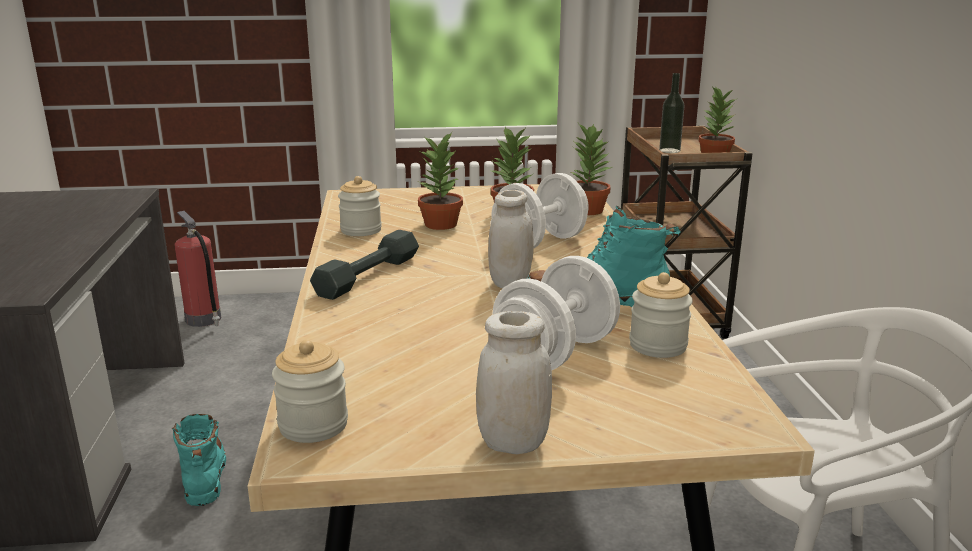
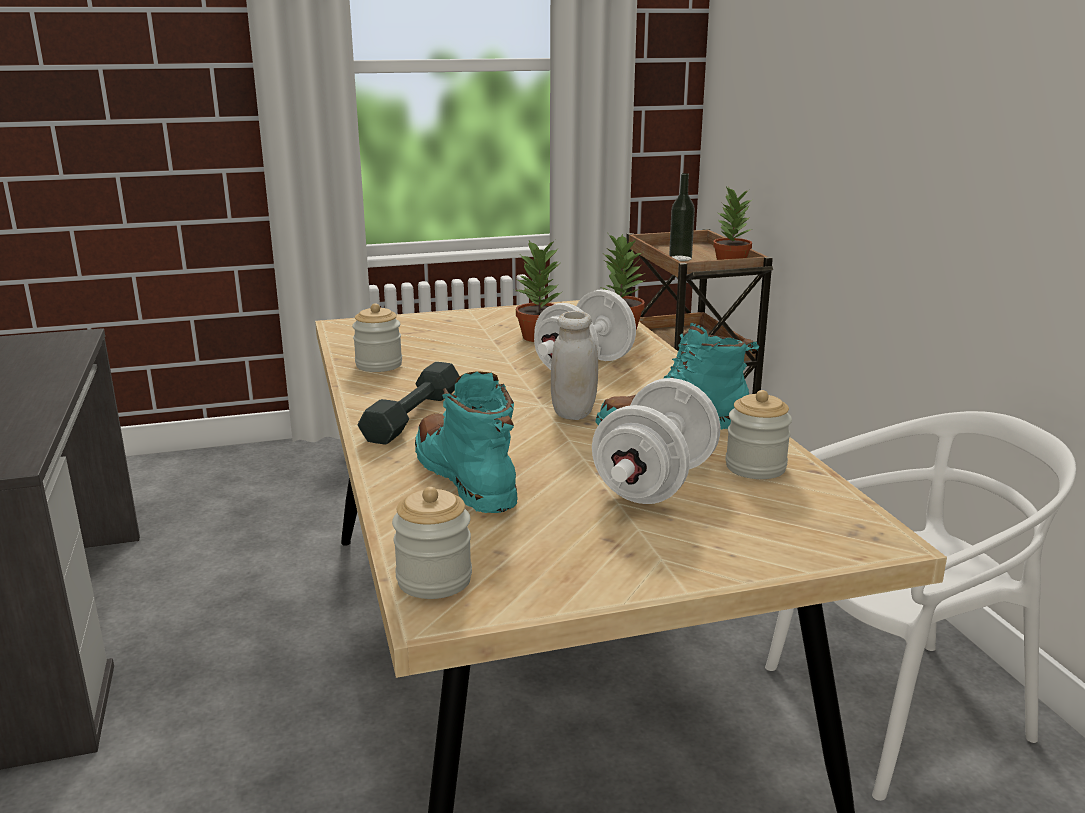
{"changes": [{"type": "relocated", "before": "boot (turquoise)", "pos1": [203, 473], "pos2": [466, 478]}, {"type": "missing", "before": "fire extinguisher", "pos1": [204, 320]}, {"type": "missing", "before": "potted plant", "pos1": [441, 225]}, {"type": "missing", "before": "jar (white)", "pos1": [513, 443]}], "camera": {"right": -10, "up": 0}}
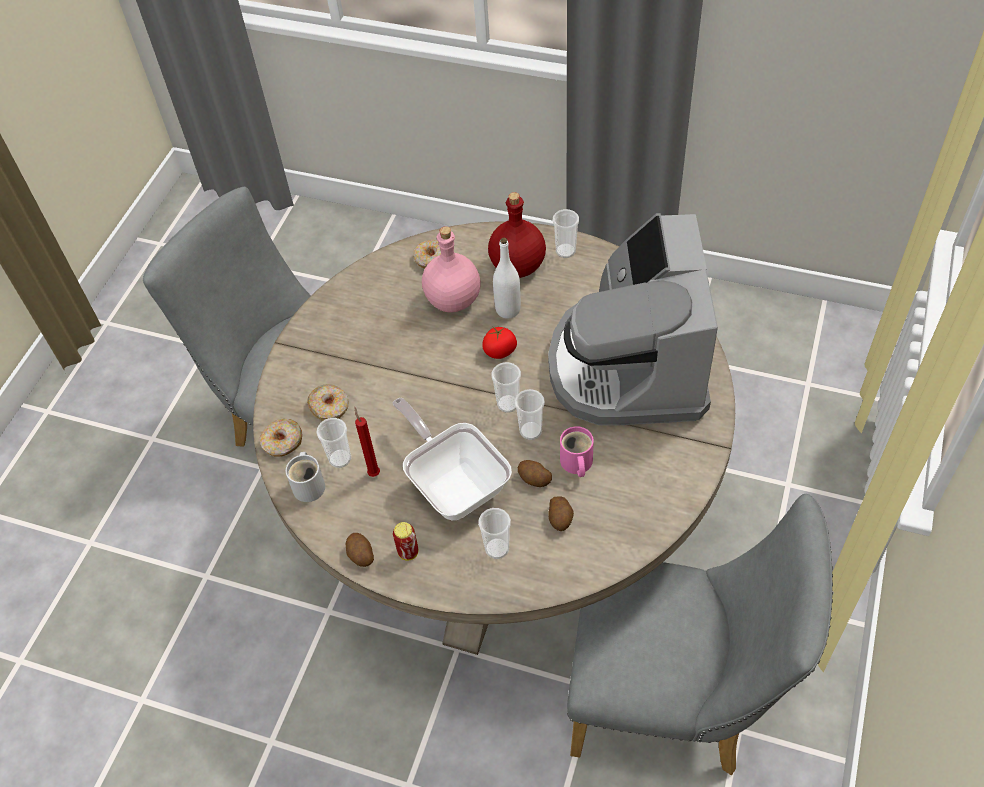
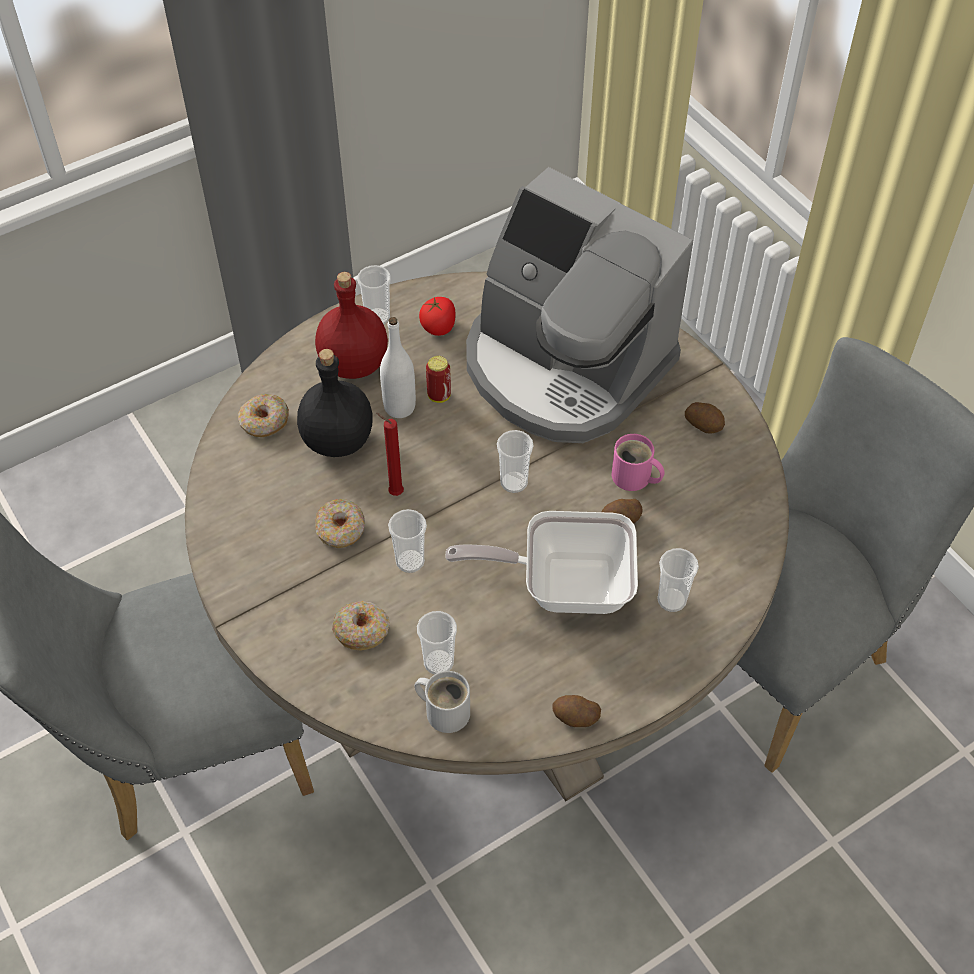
{"changes": [{"type": "relocated", "before": "donut", "pos1": [283, 442], "pos2": [341, 529]}, {"type": "relocated", "before": "candle (red)", "pos1": [373, 472], "pos2": [393, 492]}, {"type": "relocated", "before": "can", "pos1": [408, 552], "pos2": [439, 396]}, {"type": "colour", "before": "bottle (pink)", "after": "bottle (black)", "pos1": [454, 300], "pos2": [338, 439]}, {"type": "relocated", "before": "tomato", "pos1": [500, 351], "pos2": [438, 327]}, {"type": "relocated", "before": "cup", "pos1": [530, 431], "pos2": [410, 561]}, {"type": "relocated", "before": "potato", "pos1": [560, 518], "pos2": [704, 424]}], "camera": {"right": -55, "up": 0}}
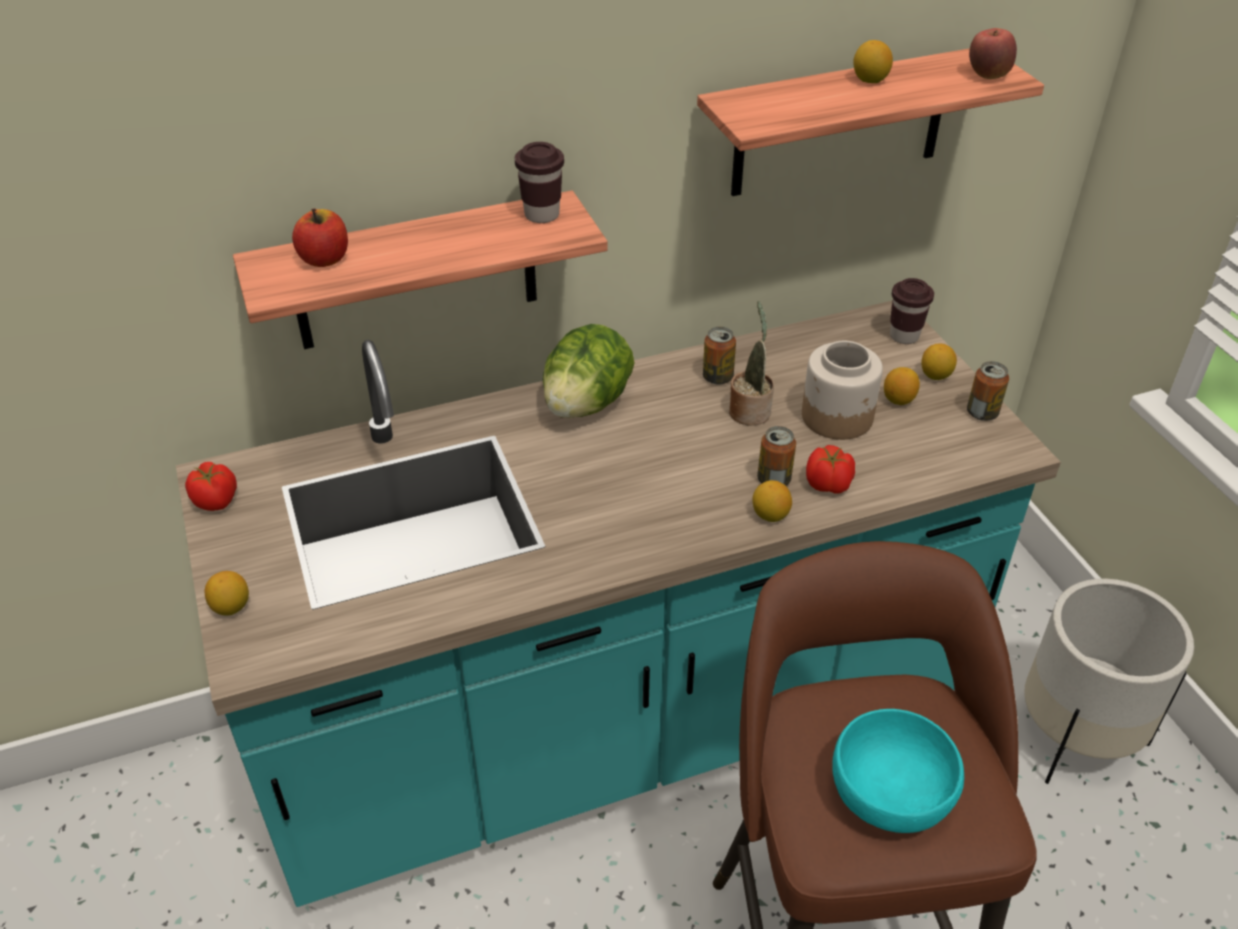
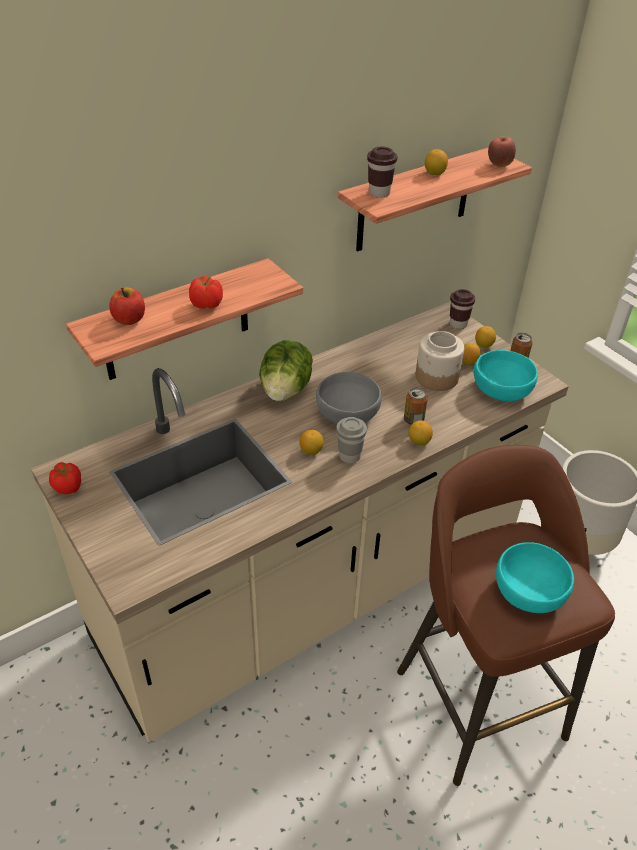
{"changes": [{"type": "colour", "before": "counter (turquoise)", "after": "counter (beige)", "pos1": [618, 724], "pos2": [313, 588]}, {"type": "relocated", "before": "lemon", "pos1": [231, 607], "pos2": [311, 451]}, {"type": "relocated", "before": "cup (brown)", "pos1": [542, 215], "pos2": [379, 193]}, {"type": "missing", "before": "can", "pos1": [717, 377]}, {"type": "missing", "before": "potted plant", "pos1": [750, 410]}, {"type": "relocated", "before": "tomato", "pos1": [828, 485], "pos2": [207, 305]}, {"type": "appeared", "after": "bowl (grey)", "pos2": [348, 414]}, {"type": "appeared", "after": "cup (grey)", "pos2": [349, 456]}, {"type": "appeared", "after": "bowl (turquoise)", "pos2": [502, 390]}], "camera": {"right": -15, "up": 0}}
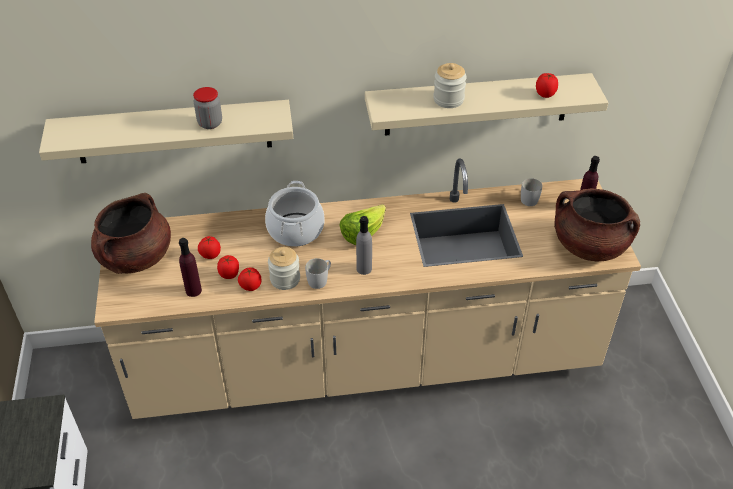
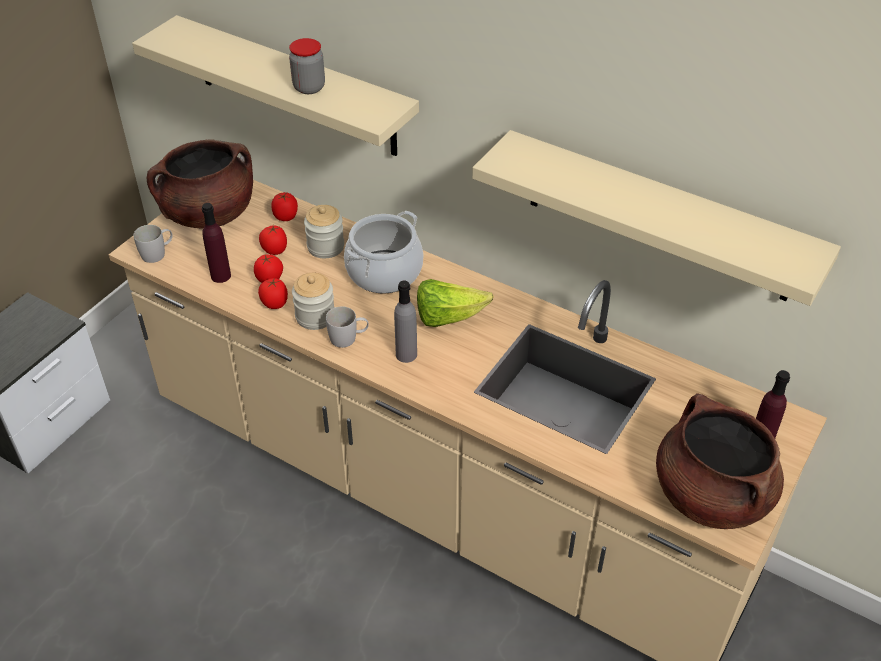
{"changes": [{"type": "relocated", "before": "jar", "pos1": [448, 99], "pos2": [325, 247]}, {"type": "relocated", "before": "mug (white)", "pos1": [529, 198], "pos2": [158, 253]}, {"type": "relocated", "before": "tomato", "pos1": [545, 94], "pos2": [286, 217]}], "camera": {"right": 40, "up": 0}}
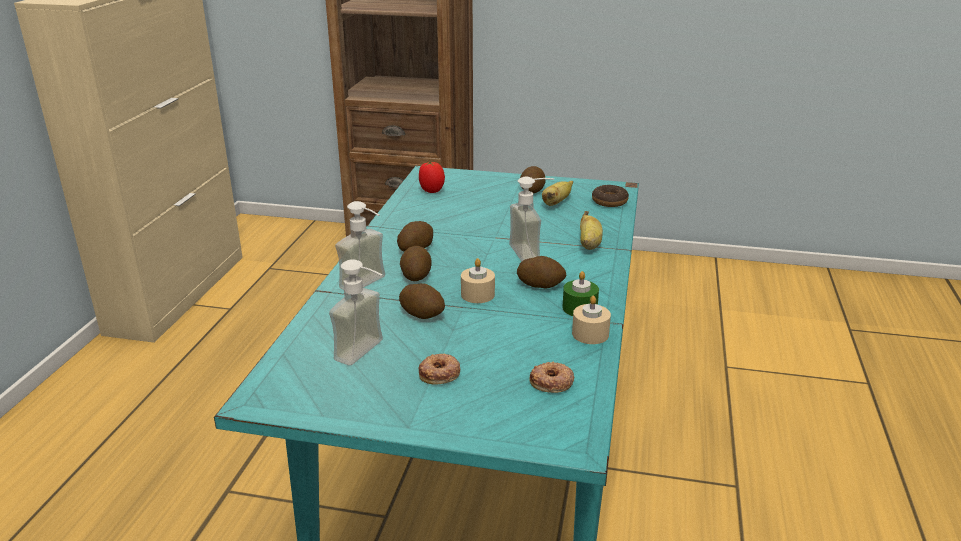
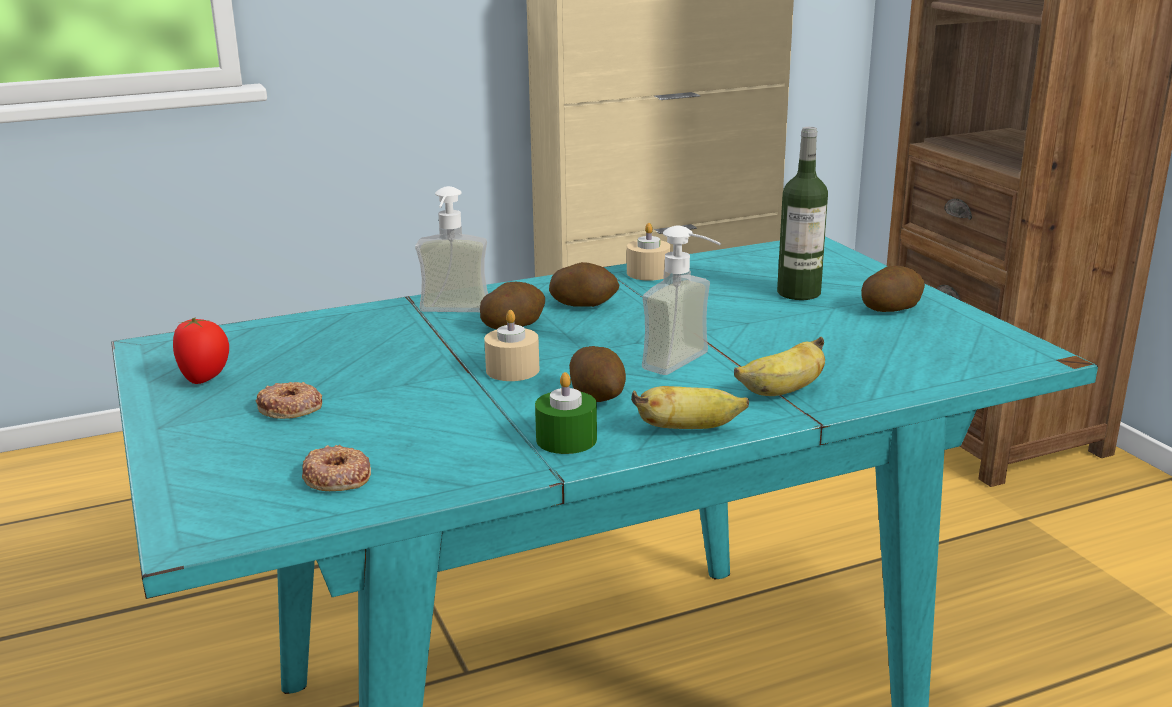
{"changes": [{"type": "missing", "before": "soap dispenser", "pos1": [368, 353]}, {"type": "missing", "before": "potato", "pos1": [422, 314]}, {"type": "relocated", "before": "tomato", "pos1": [431, 191], "pos2": [205, 379]}, {"type": "relocated", "before": "banana", "pos1": [556, 203], "pos2": [689, 429]}, {"type": "relocated", "before": "candle (beige)", "pos1": [590, 334], "pos2": [648, 273]}, {"type": "missing", "before": "donut", "pos1": [609, 201]}, {"type": "appeared", "after": "bottle", "pos2": [798, 293]}], "camera": {"right": 55, "up": -5}}
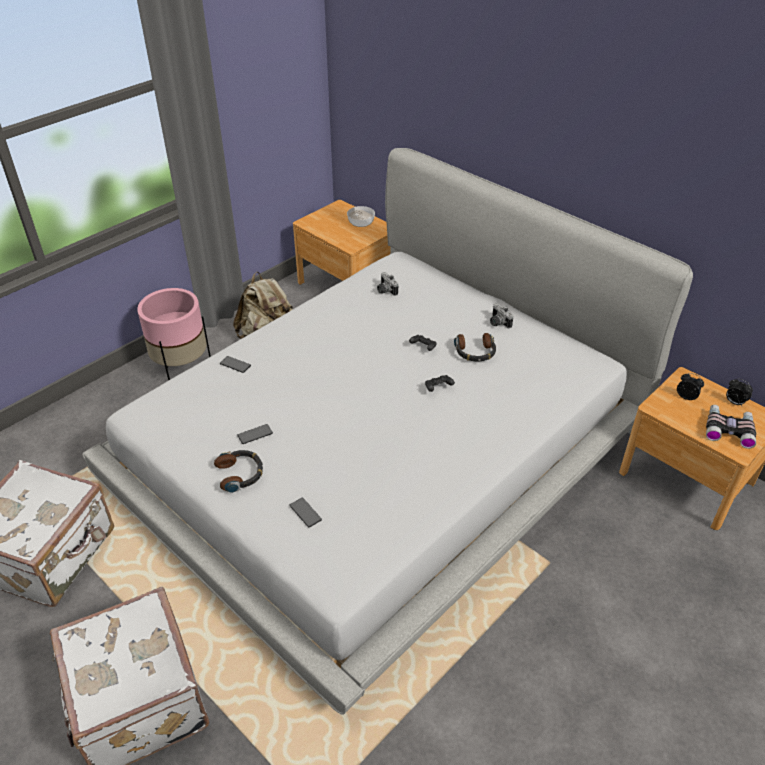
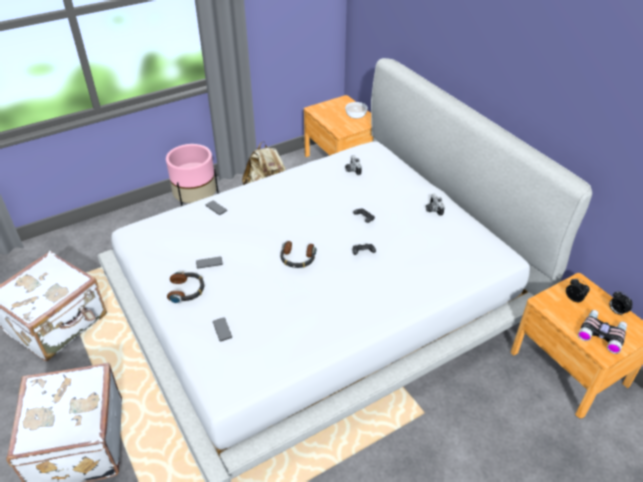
{"changes": [{"type": "relocated", "before": "headphones", "pos1": [475, 352], "pos2": [297, 259]}], "camera": {"right": 15, "up": 0}}
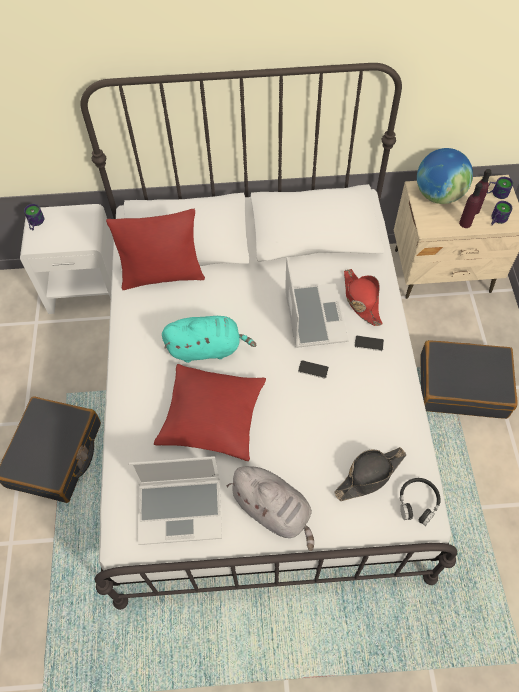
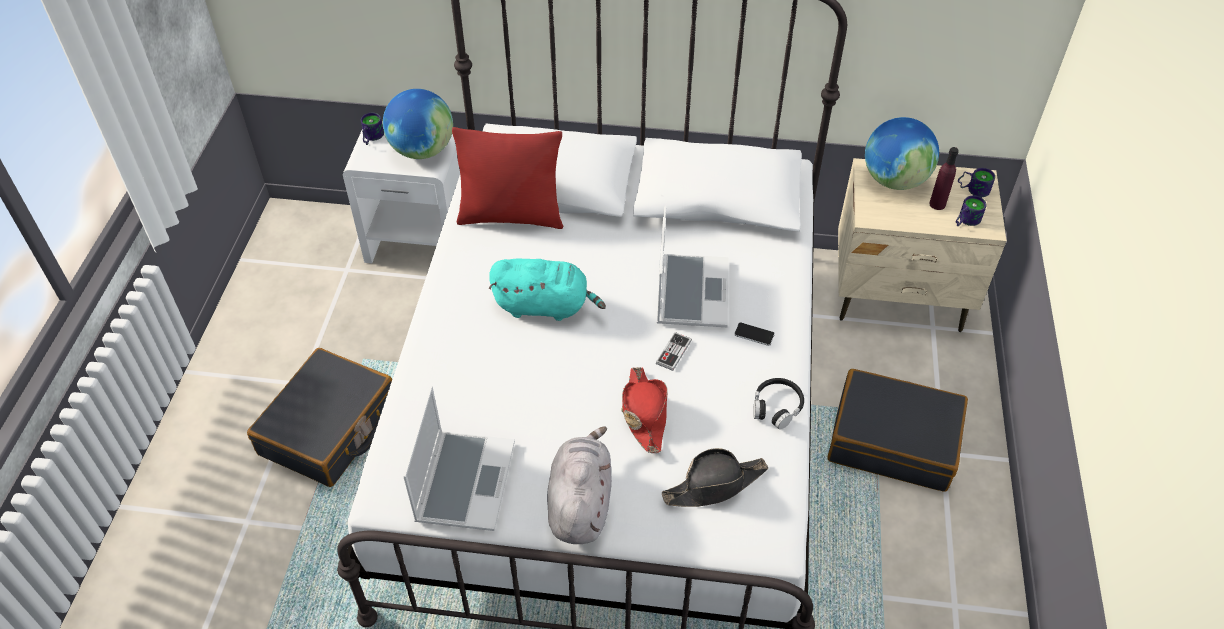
{"changes": [{"type": "spun", "before": "laptop", "pos1": [181, 509], "pos2": [464, 480], "turn": -90}, {"type": "missing", "before": "pillow (red)", "pos1": [212, 416]}, {"type": "spun", "before": "plush toy (grey)", "pos1": [274, 510], "pos2": [580, 502], "turn": -135}, {"type": "exchanged", "before": "phone", "after": "game controller", "pos1": [313, 369], "pos2": [673, 352]}, {"type": "relocated", "before": "hat (red)", "pos1": [361, 300], "pos2": [644, 413]}, {"type": "relocated", "before": "headphones (black)", "pos1": [417, 503], "pos2": [776, 407]}, {"type": "missing", "before": "bottle (purple)", "pos1": [465, 223]}, {"type": "appeared", "after": "globe", "pos2": [422, 150]}], "camera": {"right": 10, "up": -10}}
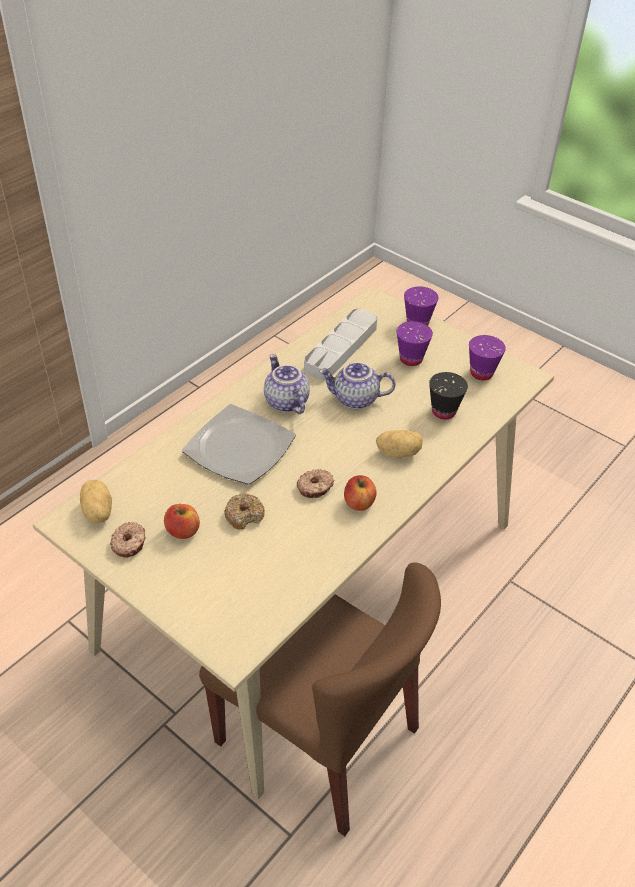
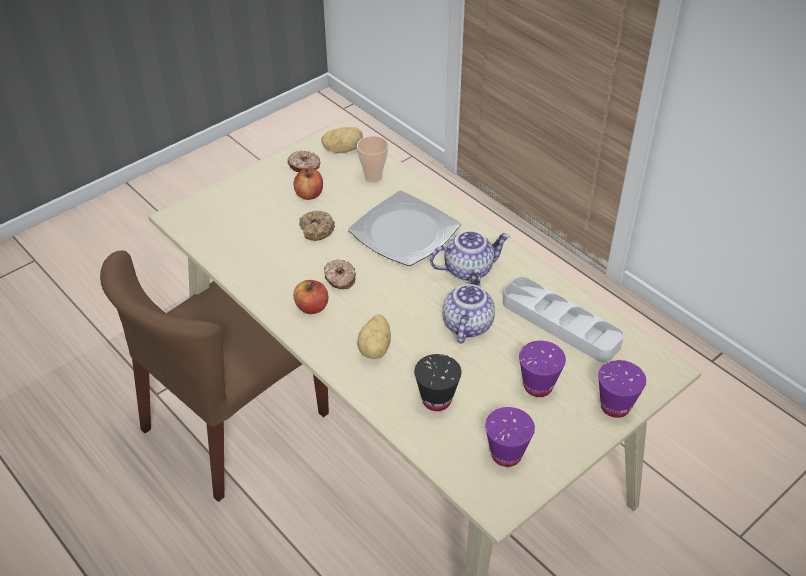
{"changes": [{"type": "appeared", "after": "cup", "pos2": [373, 177]}], "camera": {"right": 100, "up": 0}}
